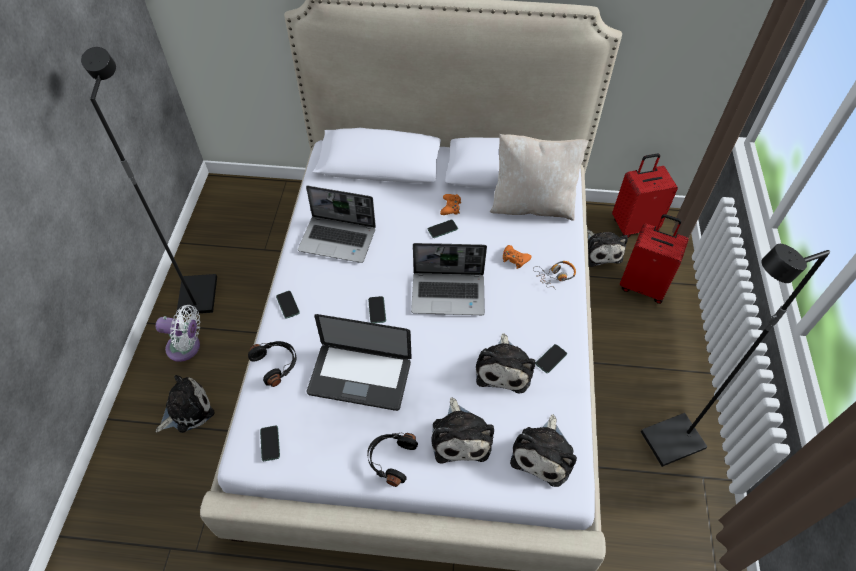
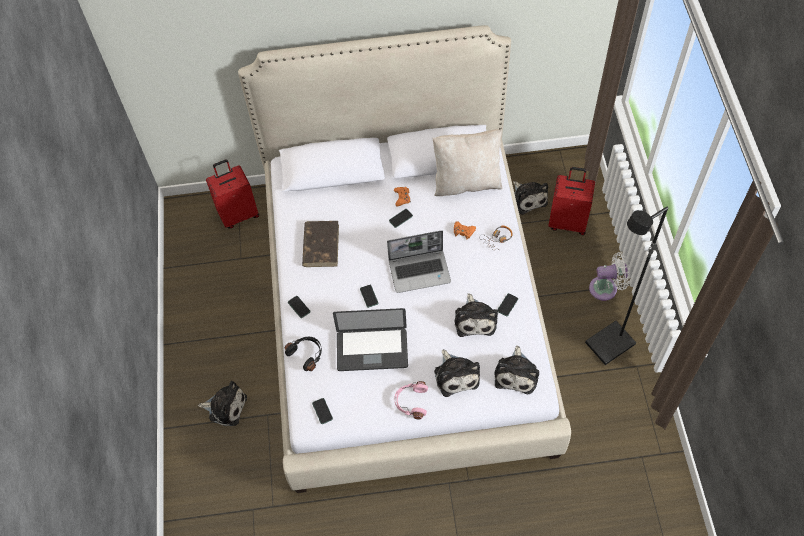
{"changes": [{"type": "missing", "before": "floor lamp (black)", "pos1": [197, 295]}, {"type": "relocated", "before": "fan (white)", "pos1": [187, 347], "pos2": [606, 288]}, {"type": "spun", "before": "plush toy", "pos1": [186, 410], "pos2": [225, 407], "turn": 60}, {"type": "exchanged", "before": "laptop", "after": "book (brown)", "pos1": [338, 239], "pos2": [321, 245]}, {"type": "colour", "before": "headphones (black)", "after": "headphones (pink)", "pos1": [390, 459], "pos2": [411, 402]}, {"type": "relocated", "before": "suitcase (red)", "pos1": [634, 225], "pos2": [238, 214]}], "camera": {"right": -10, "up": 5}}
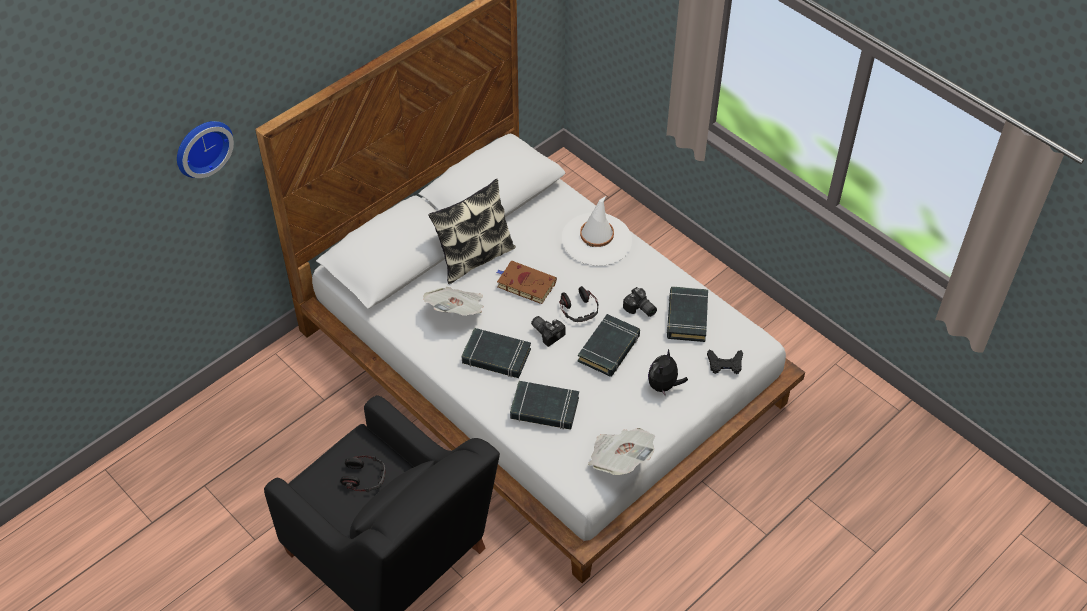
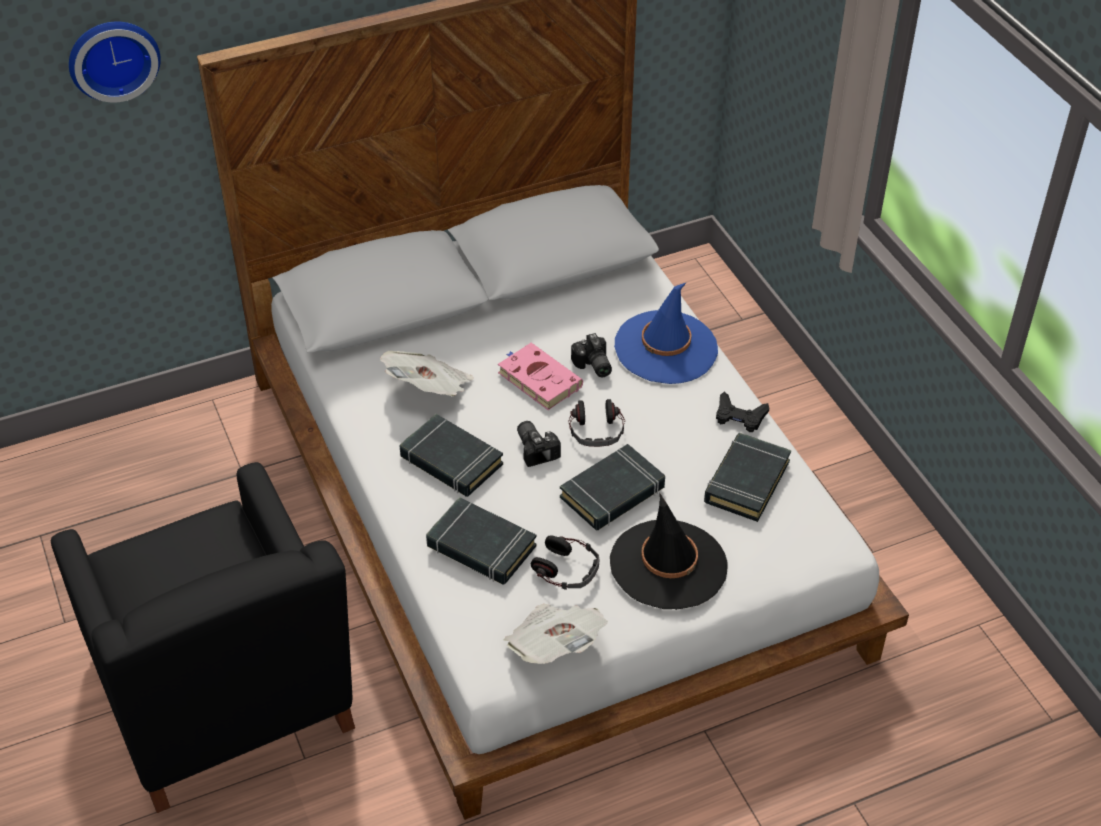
{"changes": [{"type": "relocated", "before": "headphones", "pos1": [364, 477], "pos2": [566, 568]}, {"type": "missing", "before": "pillow", "pos1": [474, 257]}, {"type": "colour", "before": "book (brown)", "after": "book (pink)", "pos1": [525, 284], "pos2": [537, 379]}, {"type": "colour", "before": "hat (white)", "after": "hat (blue)", "pos1": [597, 239], "pos2": [666, 348]}, {"type": "relocated", "before": "photo camera", "pos1": [640, 309], "pos2": [592, 366]}, {"type": "exchanged", "before": "plush toy", "after": "hat (black)", "pos1": [664, 386], "pos2": [668, 565]}, {"type": "relocated", "before": "game controller (black)", "pos1": [725, 364], "pos2": [739, 416]}], "camera": {"right": 20, "up": -5}}
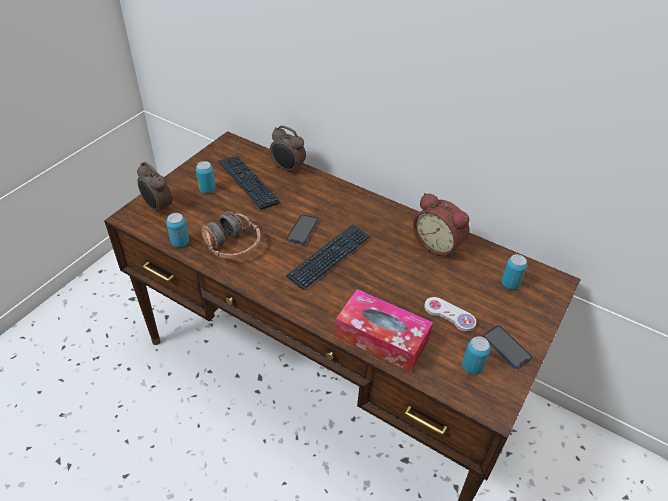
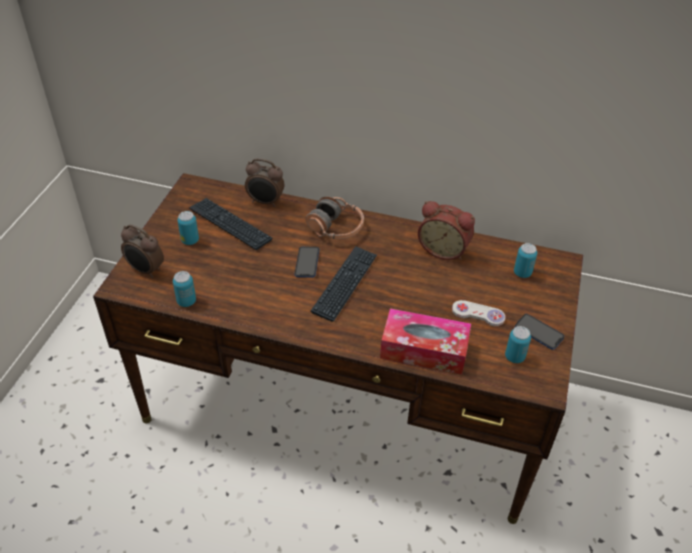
{"changes": [{"type": "relocated", "before": "headphones", "pos1": [232, 245], "pos2": [336, 228]}], "camera": {"right": -15, "up": 0}}
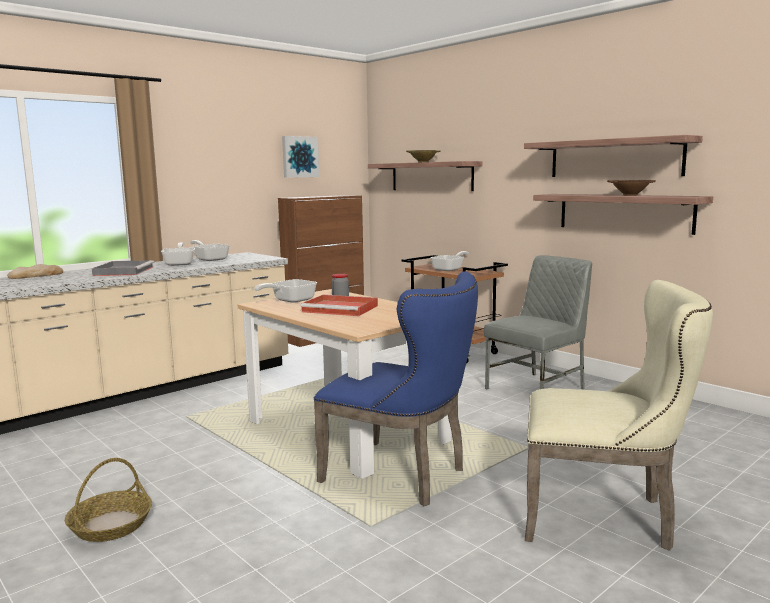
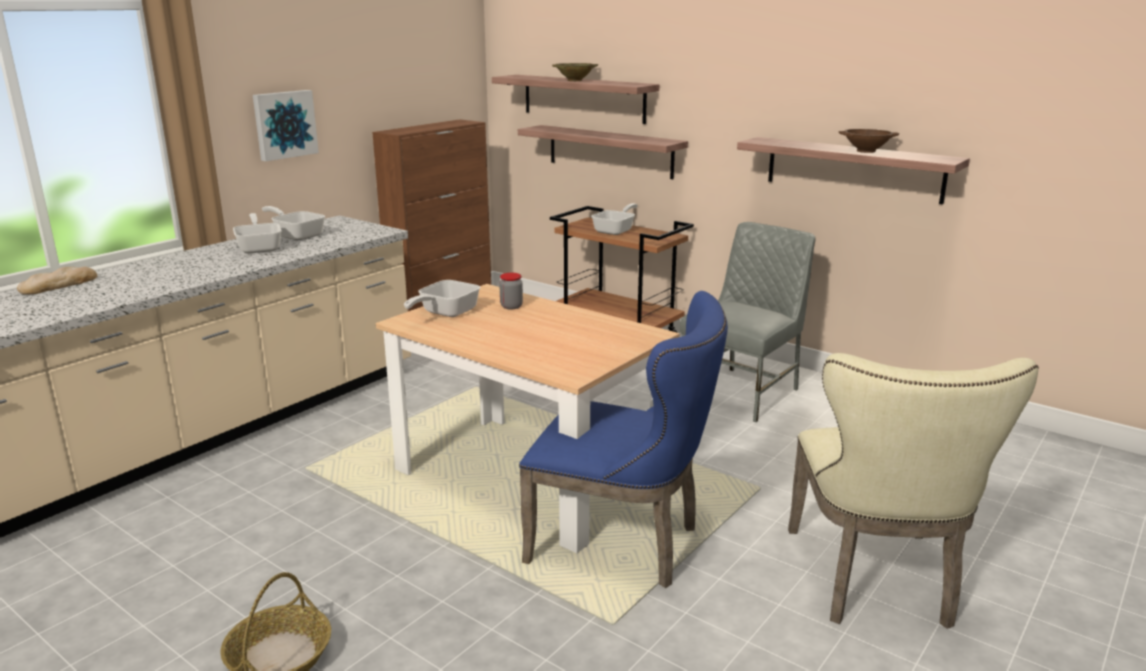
{"changes": [{"type": "missing", "before": "tray (grey)", "pos1": [124, 271]}, {"type": "relocated", "before": "picture", "pos1": [299, 157], "pos2": [284, 124]}, {"type": "missing", "before": "tray (red)", "pos1": [341, 309]}, {"type": "relocated", "before": "shelf", "pos1": [614, 158], "pos2": [610, 151]}, {"type": "spun", "before": "chair (beige)", "pos1": [605, 516], "pos2": [875, 583], "turn": 90}], "camera": {"right": -10, "up": 10}}
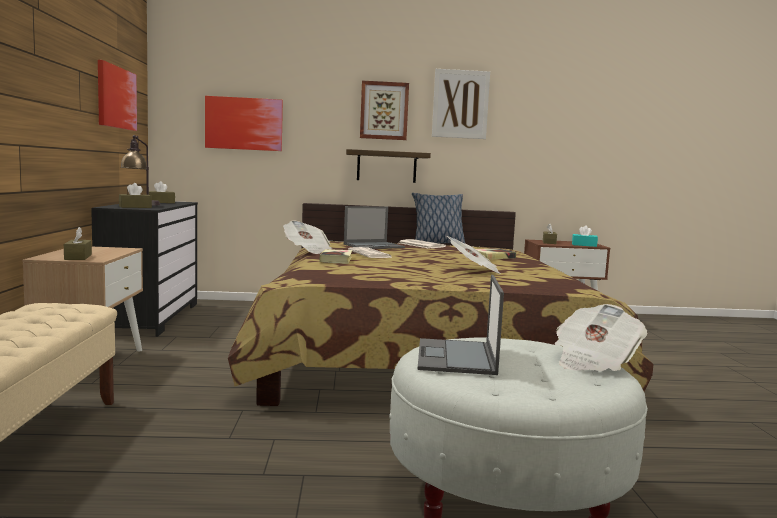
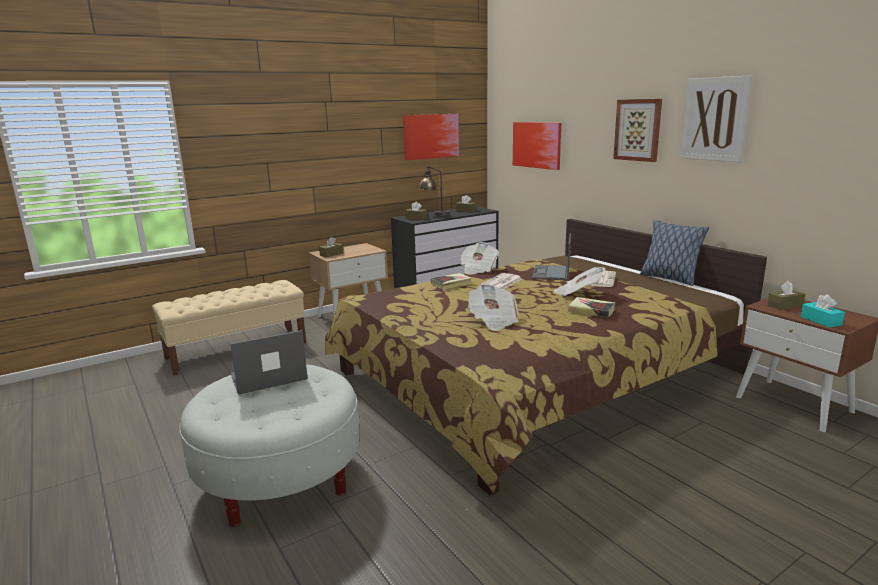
{"changes": [{"type": "spun", "before": "laptop", "pos1": [374, 246], "pos2": [551, 273], "turn": 75}, {"type": "missing", "before": "shelf", "pos1": [386, 166]}, {"type": "relocated", "before": "newspaper", "pos1": [593, 361], "pos2": [577, 293]}], "camera": {"right": 60, "up": 10}}
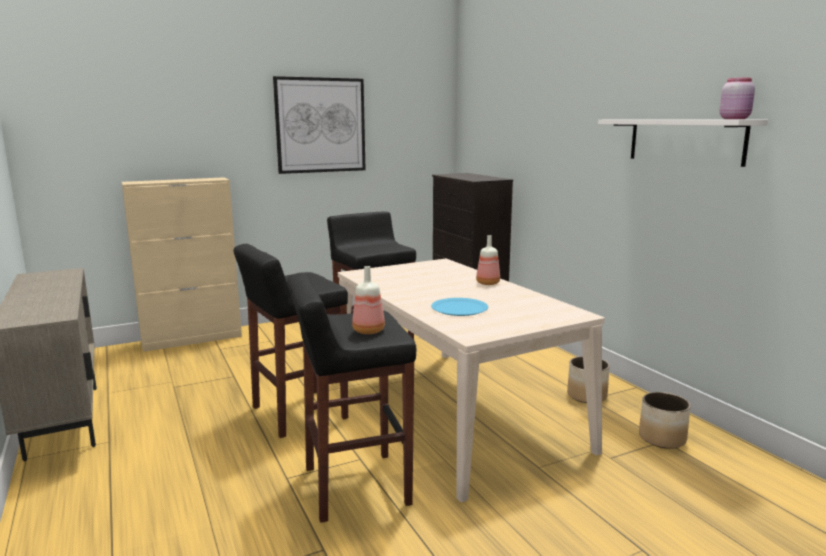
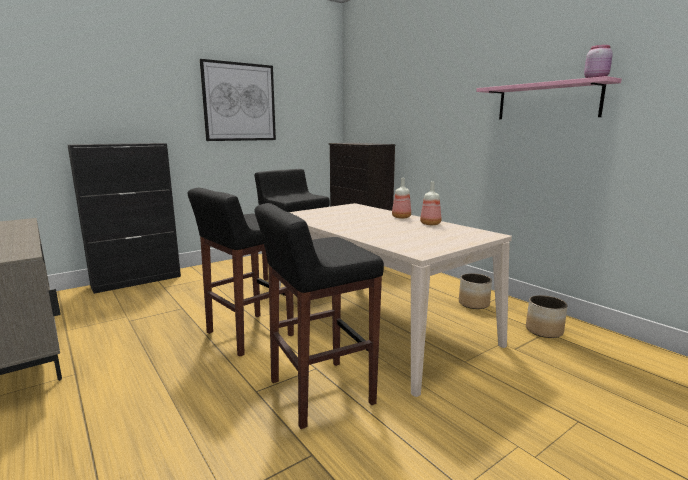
{"changes": [{"type": "colour", "before": "cabinet (beige)", "after": "cabinet (black)", "pos1": [192, 339], "pos2": [137, 281]}, {"type": "relocated", "before": "bottle", "pos1": [369, 331], "pos2": [431, 224]}, {"type": "missing", "before": "plate (blue)", "pos1": [459, 308]}, {"type": "colour", "before": "shelf (white)", "after": "shelf (pink)", "pos1": [685, 141], "pos2": [547, 101]}], "camera": {"right": -10, "up": 0}}
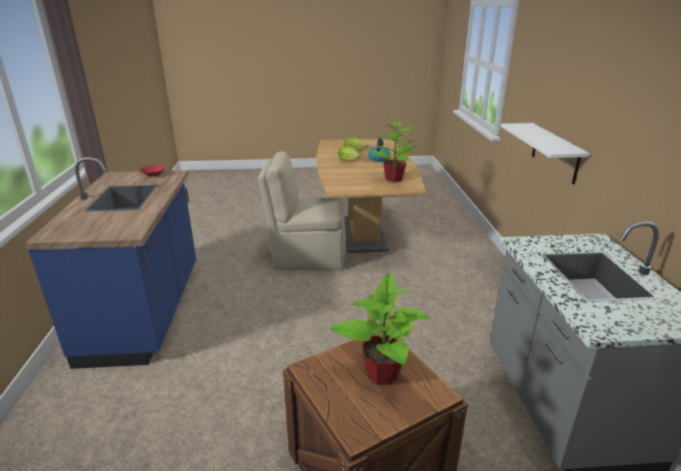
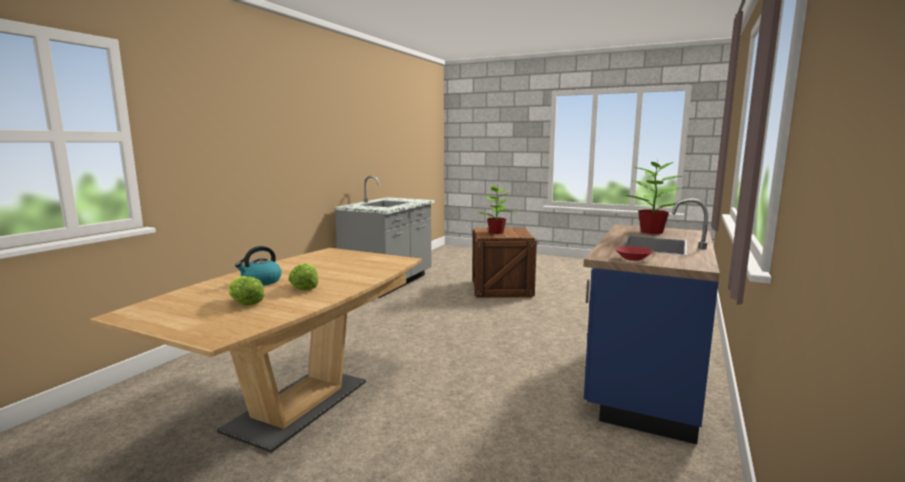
{"changes": [{"type": "missing", "before": "chair (beige)", "pos1": [307, 257]}, {"type": "relocated", "before": "potted plant", "pos1": [393, 179], "pos2": [652, 232]}, {"type": "missing", "before": "shelf (white)", "pos1": [555, 153]}], "camera": {"right": -150, "up": -15}}
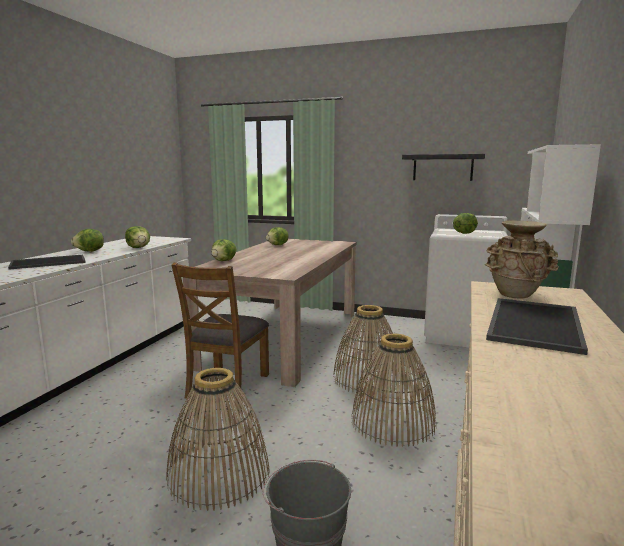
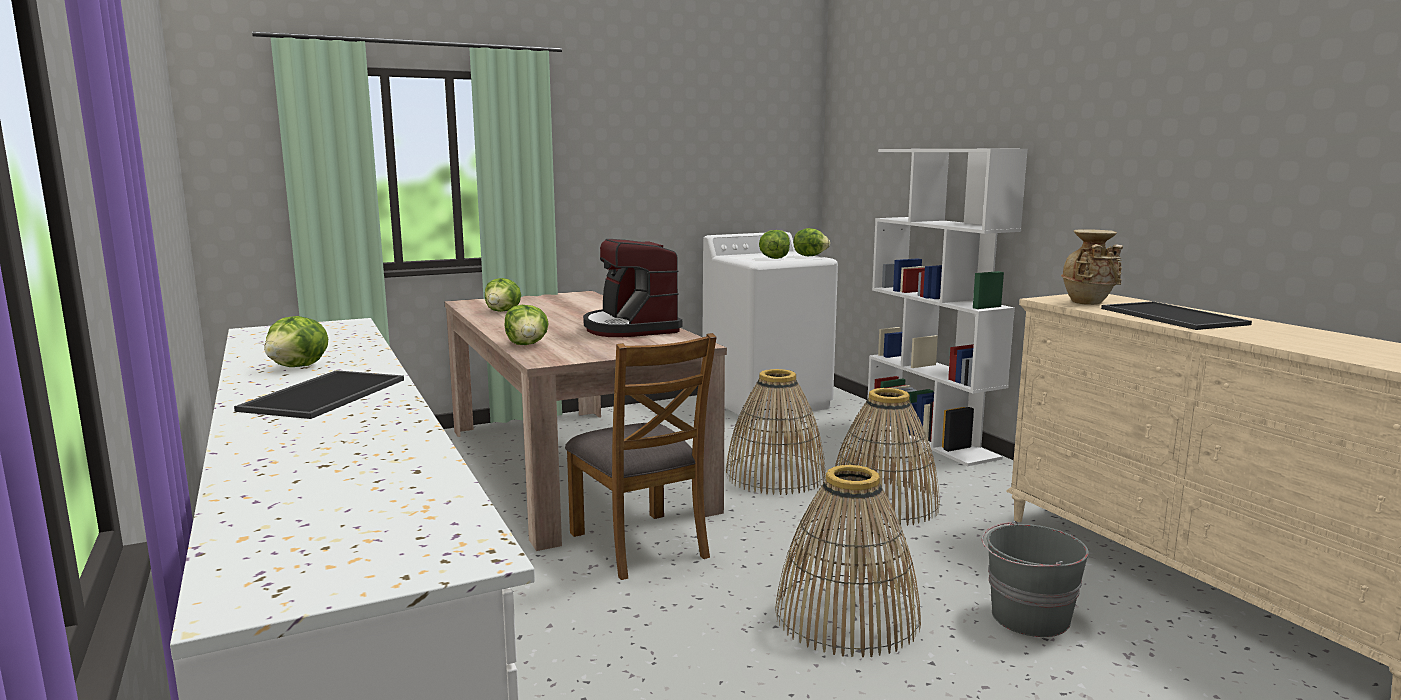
{"changes": [{"type": "relocated", "before": "lettuce", "pos1": [139, 248], "pos2": [809, 256]}, {"type": "missing", "before": "shelf (black)", "pos1": [442, 167]}, {"type": "appeared", "after": "coffee machine", "pos2": [630, 328]}], "camera": {"right": -45, "up": 0}}
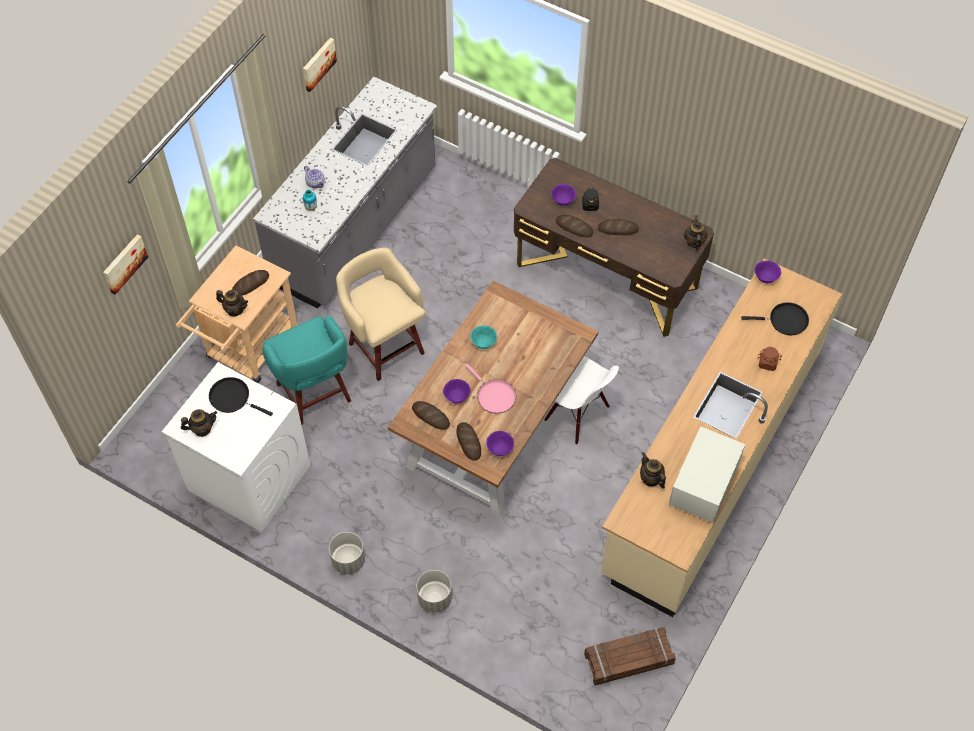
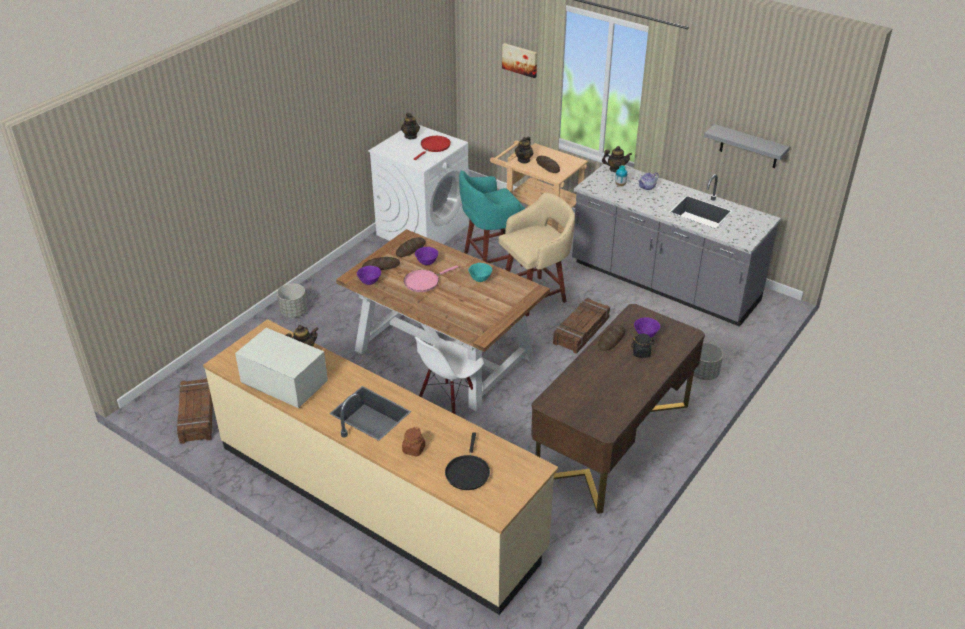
{"changes": [{"type": "colour", "before": "frying pan (black)", "after": "frying pan (red)", "pos1": [232, 398], "pos2": [434, 147]}, {"type": "exchanged", "before": "picture", "after": "shelf (grey)", "pos1": [318, 63], "pos2": [749, 147]}, {"type": "relocated", "before": "planter (grey)", "pos1": [348, 560], "pos2": [703, 373]}, {"type": "missing", "before": "bread", "pos1": [618, 229]}, {"type": "relocated", "before": "teapot", "pos1": [694, 242], "pos2": [615, 169]}, {"type": "missing", "before": "bowl (purple)", "pos1": [765, 278]}, {"type": "appeared", "after": "crate", "pos2": [582, 331]}], "camera": {"right": 95, "up": -20}}
